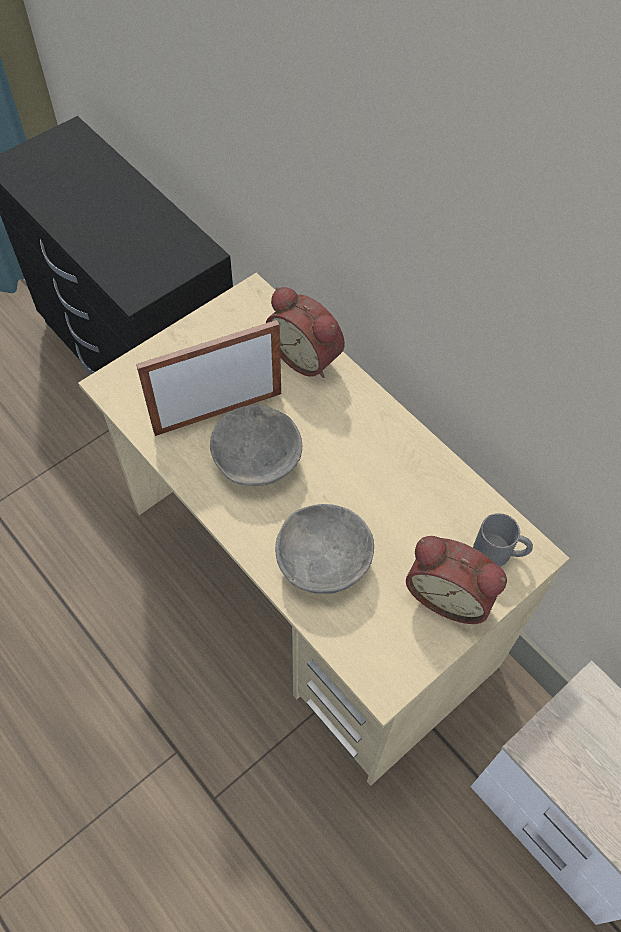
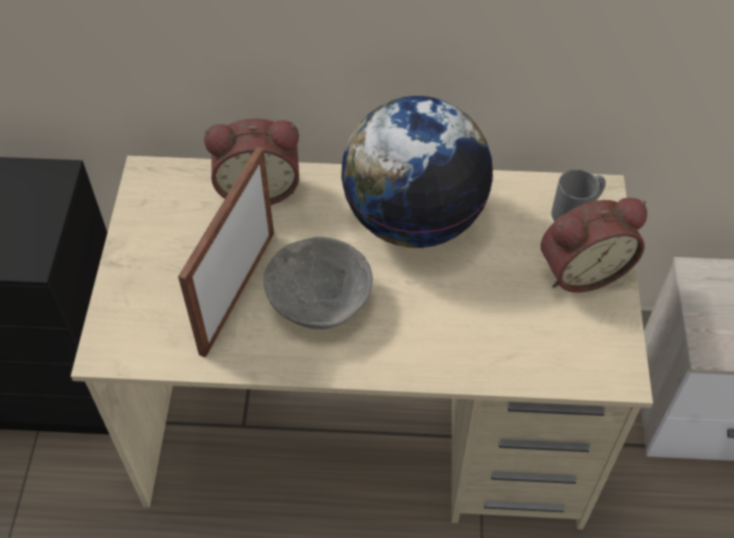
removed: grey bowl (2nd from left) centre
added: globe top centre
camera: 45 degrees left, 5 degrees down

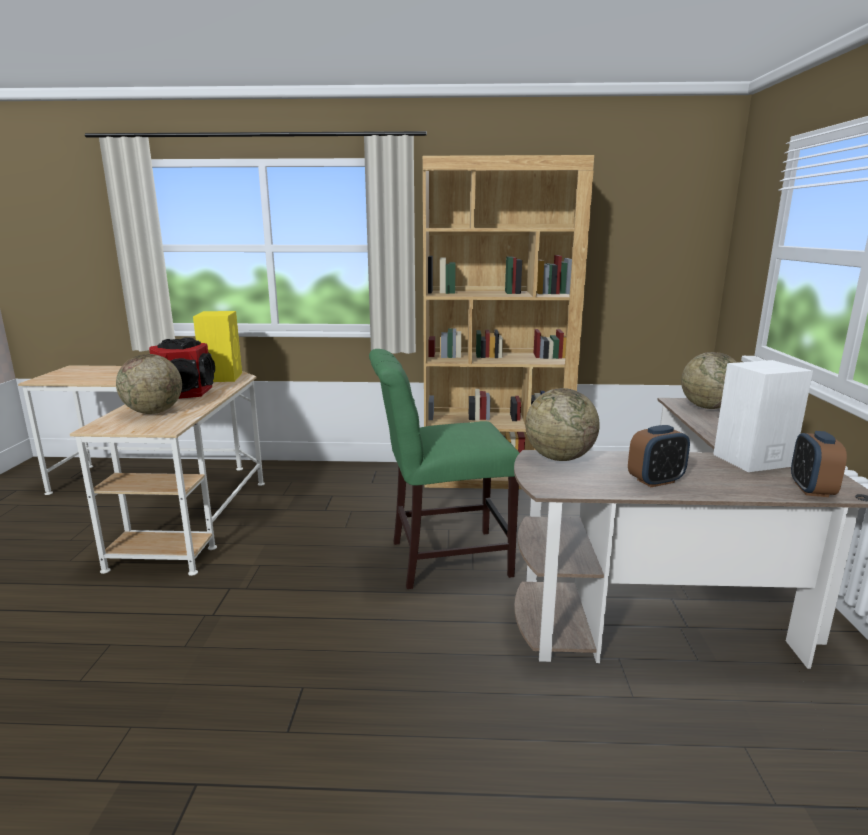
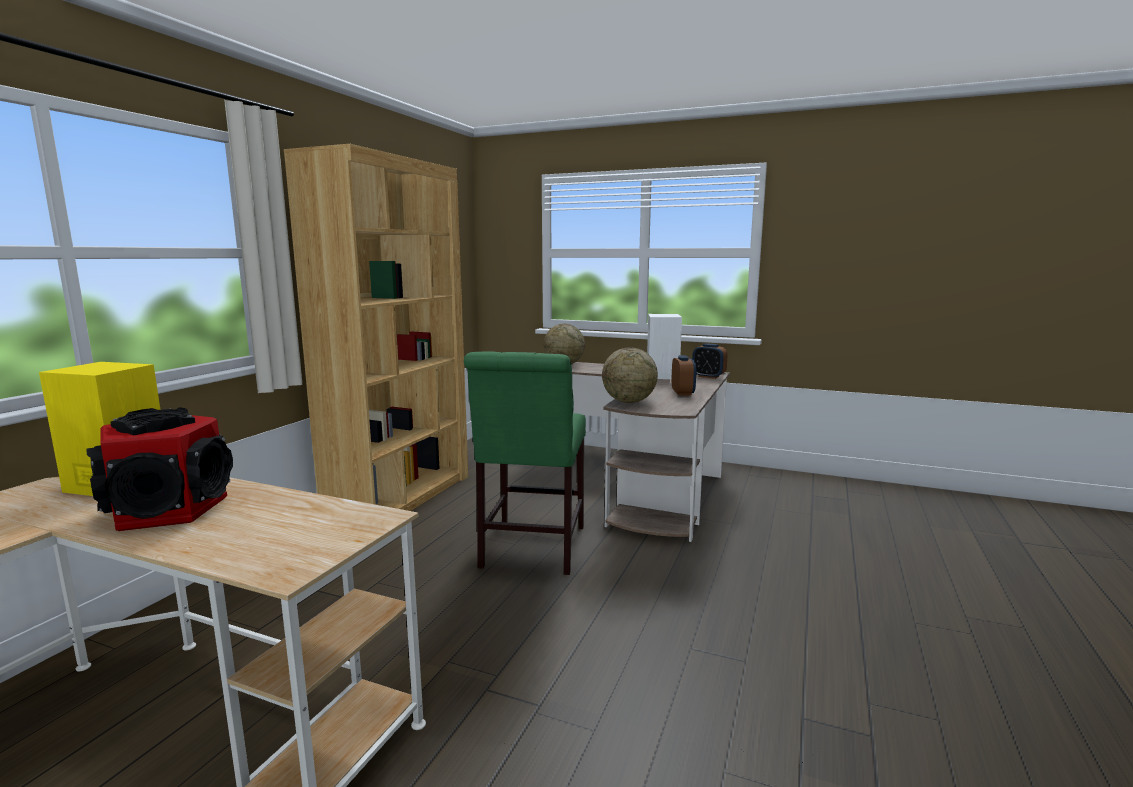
removed: globe (1st from left) middle left
camera: 70 degrees left, 5 degrees down

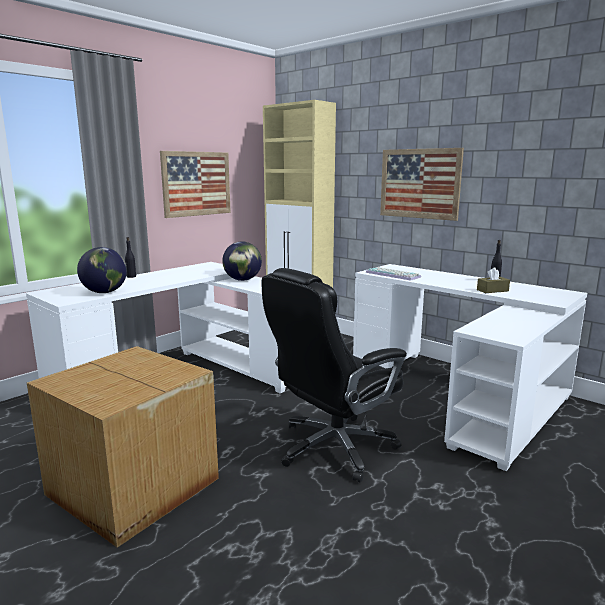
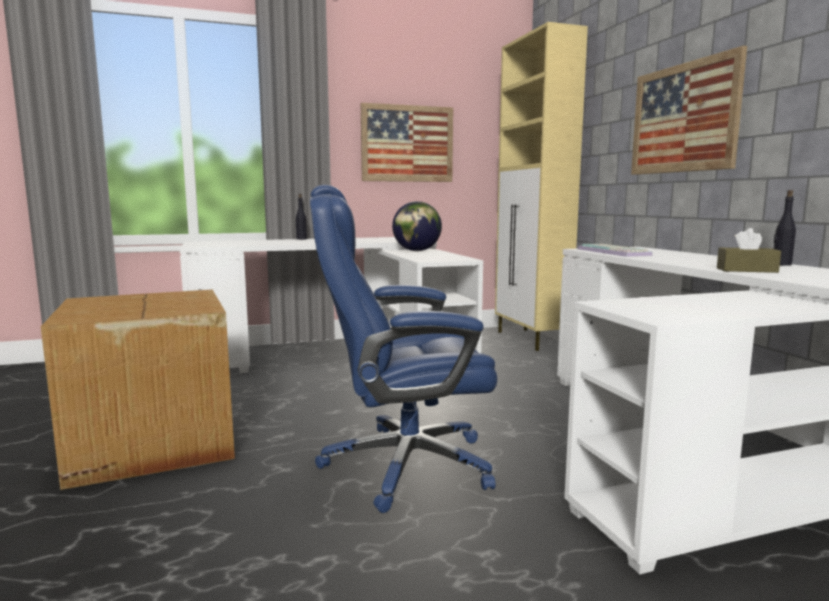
removed: globe (1st from left) middle left
recoloured: black office chair centre to blue office chair centre
camera: 30 degrees right, 5 degrees down

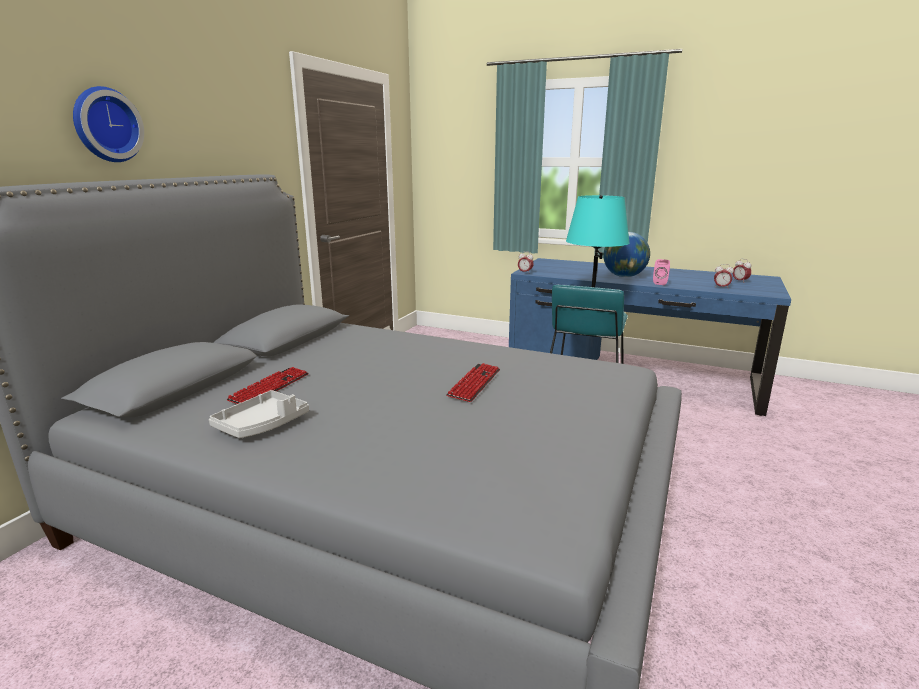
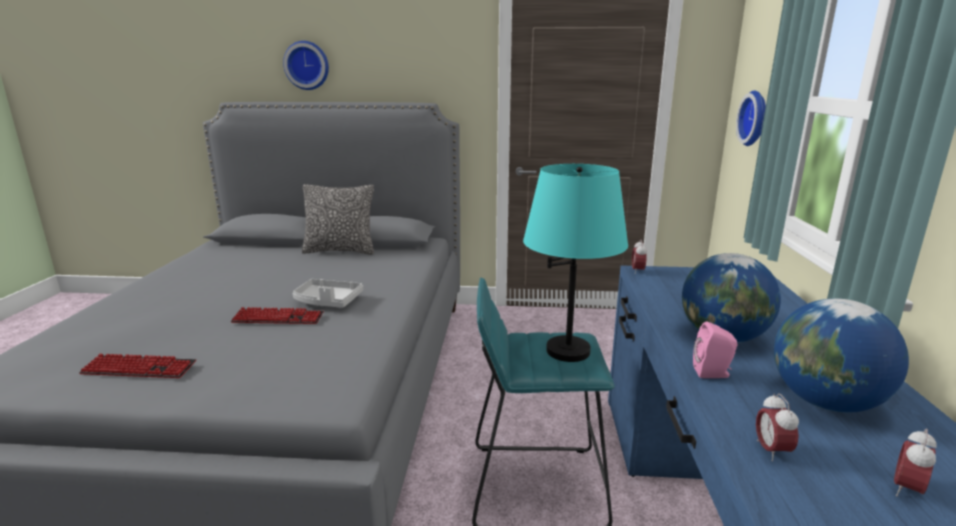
added: wall clock (2nd from left) top right; pillow centre; globe (2nd from left) bottom right
moved: keyboard (1st from left) middle left to bottom left; grey tray middle left to centre
camera: 70 degrees right, 0 degrees up

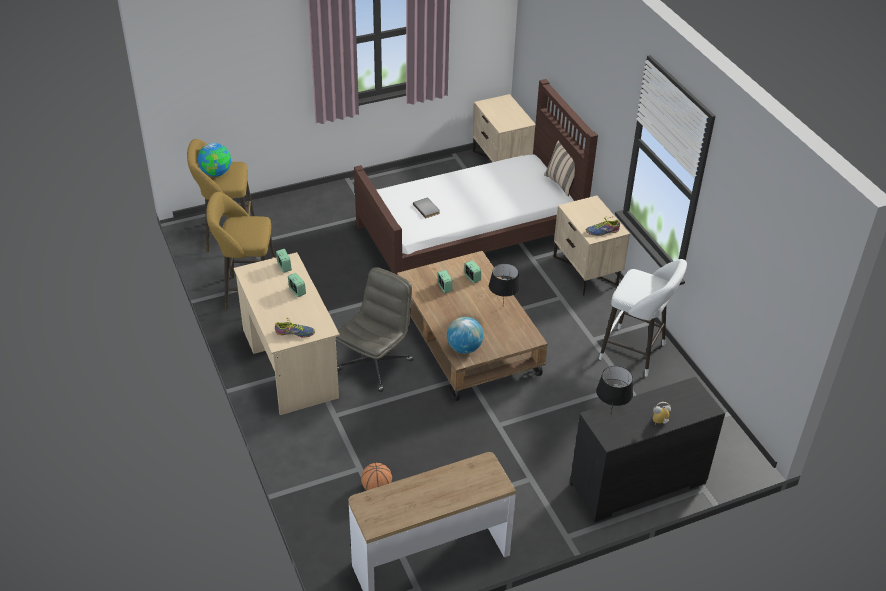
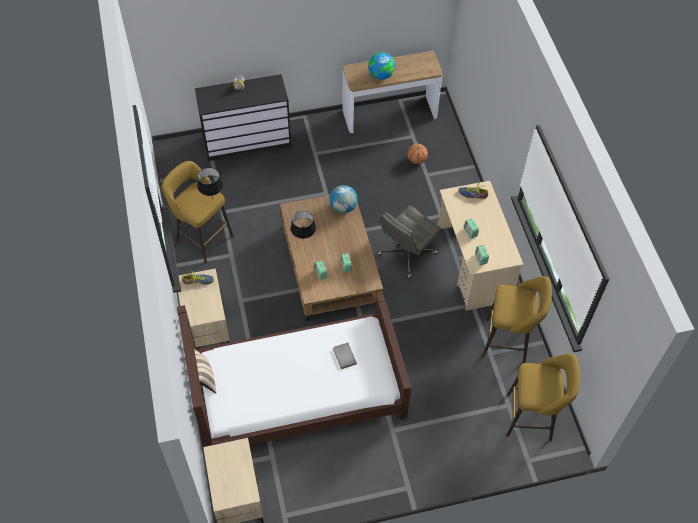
moved: globe (1st from left in the first image) top left to globe (2nd from left) top centre; black table lamp (2nd from left in the first image) middle right to black table lamp (1st from left) middle left
recoloured: white stool middle right to yellow stool (1st from left) middle left
camera: 170 degrees left, 15 degrees up

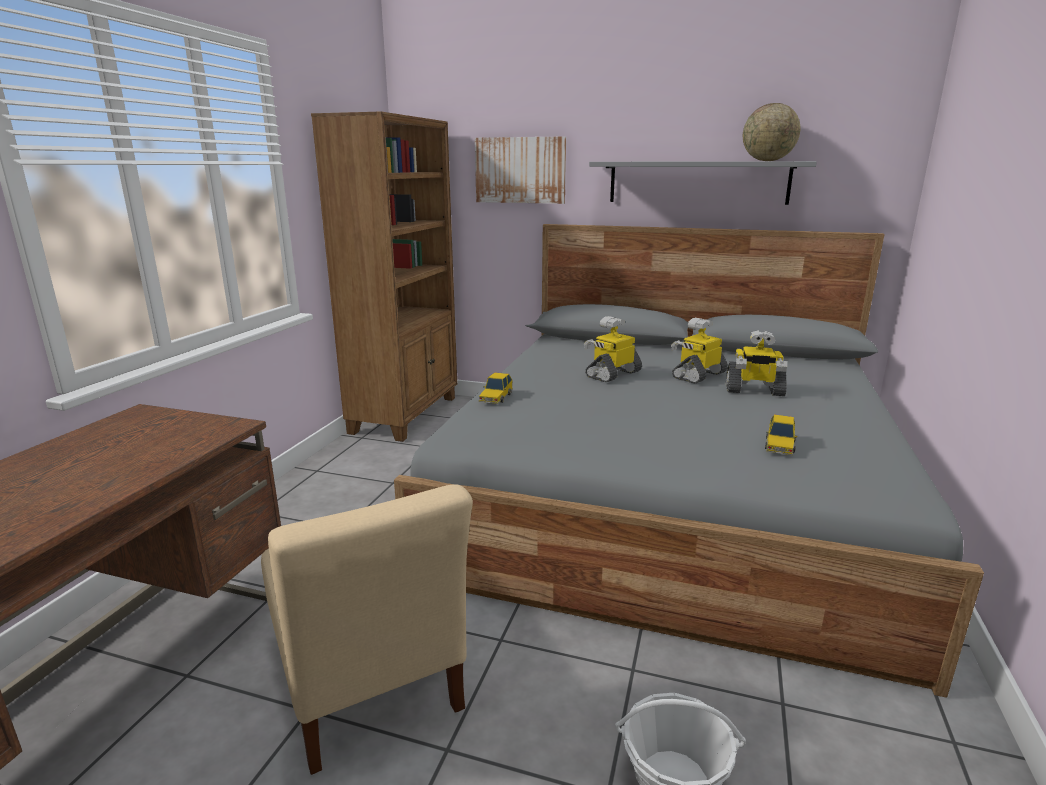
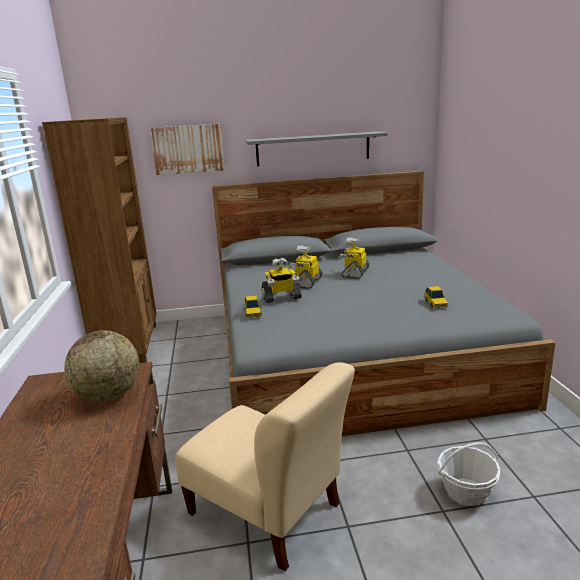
moved: globe top right to middle left; toy robot (3rd from left in the first image) middle right to toy robot (1st from left) centre
camera: 25 degrees left, 0 degrees up

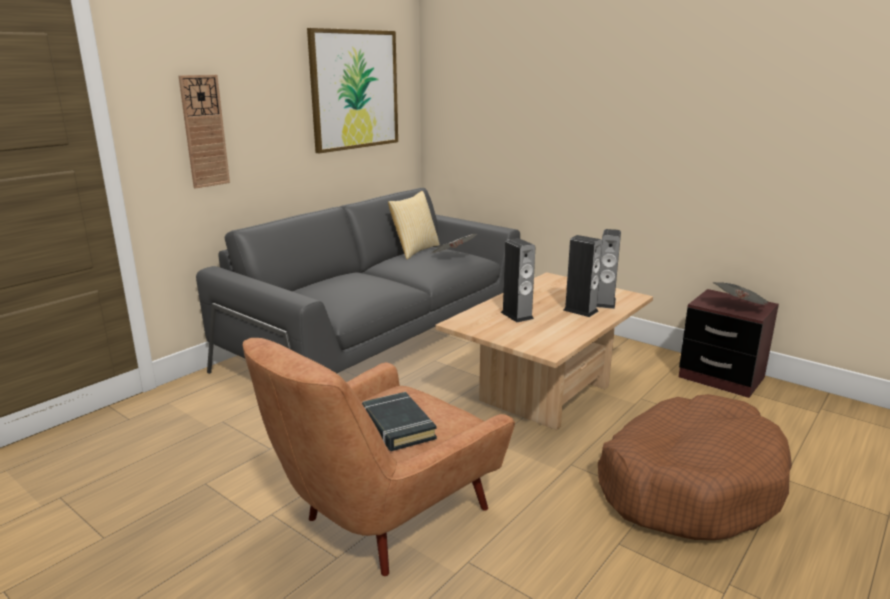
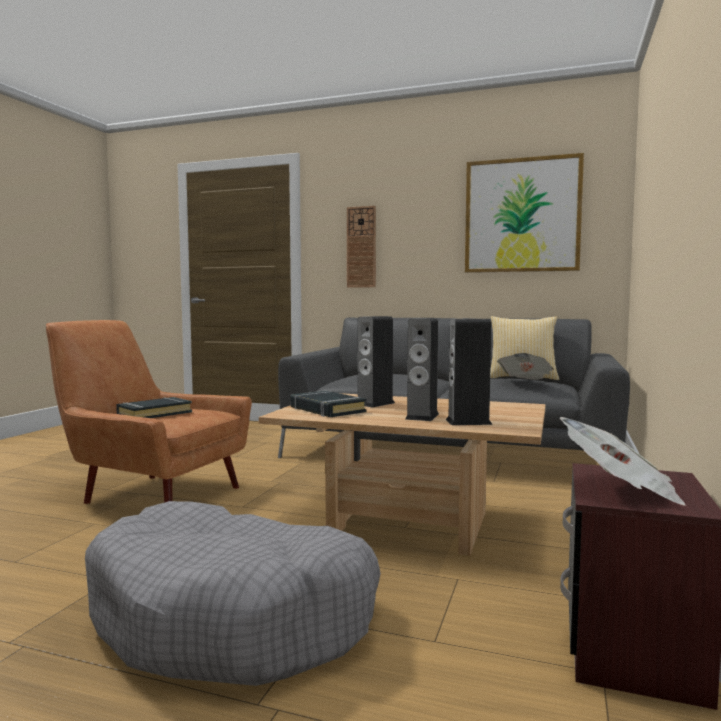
added: black book (2nd from left) centre
recoloured: brown dog bed bottom right to grey dog bed bottom left
camera: 70 degrees right, 15 degrees down

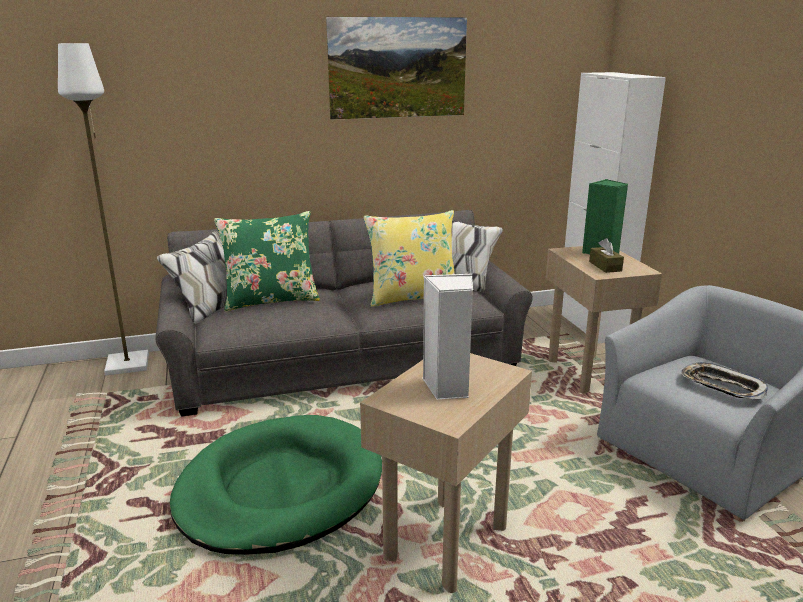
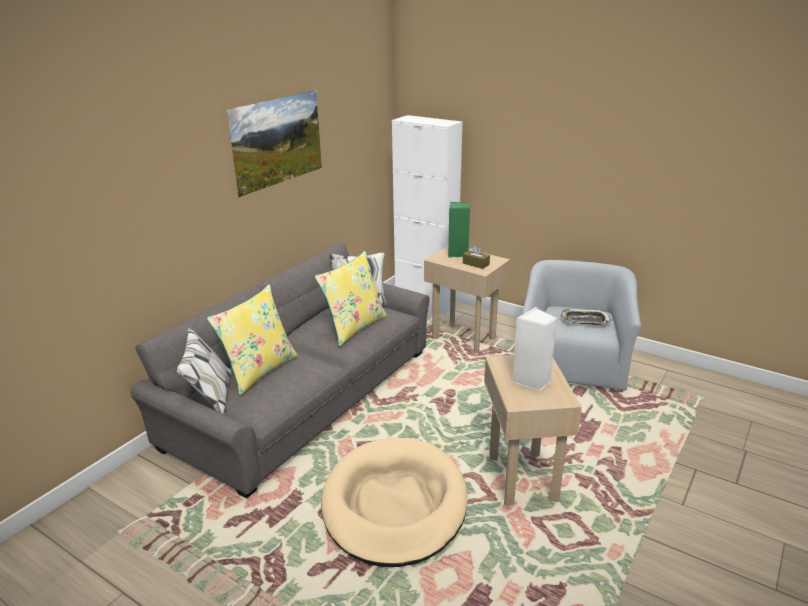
removed: white floor lamp middle left
recoloured: green pillow middle left to yellow pillow (1st from left) middle left; green dog bed bottom centre to beige dog bed bottom centre
camera: 40 degrees left, 5 degrees up

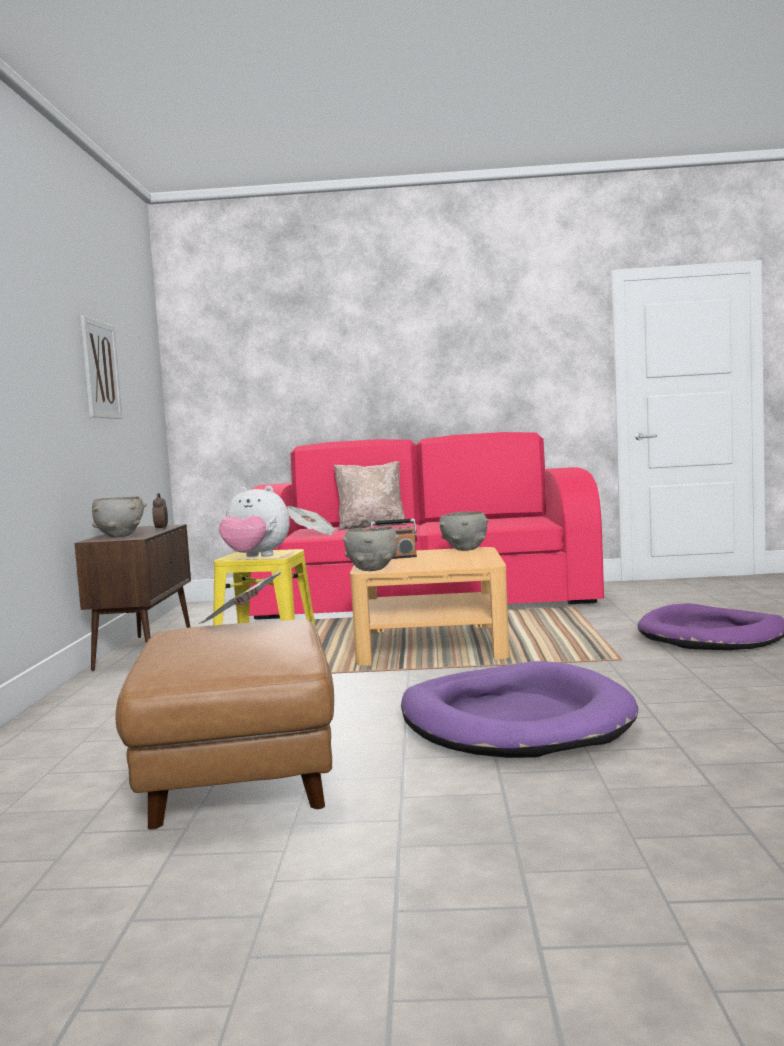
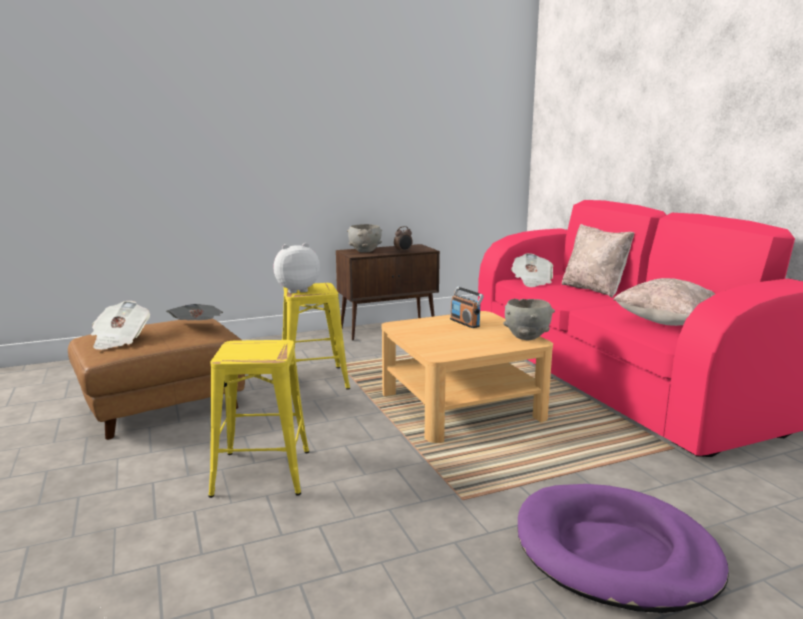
removed: picture middle left; grey bowl (2nd from left) centre
added: beige pillow (2nd from left) middle right; newspaper (1st from left) middle left
replaced: purple dog bed (1st from left) bottom centre to yellow stool (1st from left) bottom left
turned: plush toy middle left = centre 75 degrees clockwise
camera: 65 degrees right, 10 degrees up

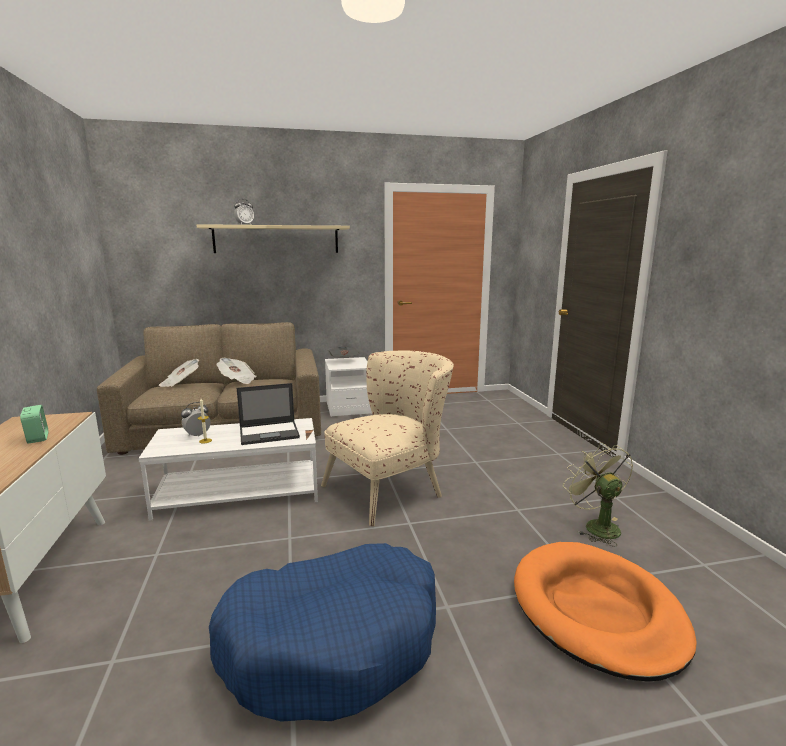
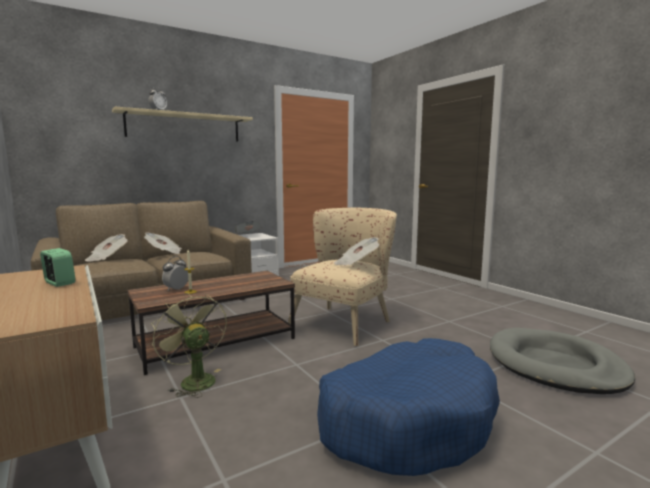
removed: laptop centre
added: newspaper (4th from left) centre
moved: green fan middle right to bottom left
recoloured: white coffee table middle left to brown coffee table middle left; orange dog bed bottom right to grey dog bed bottom right
camera: 20 degrees left, 5 degrees down

